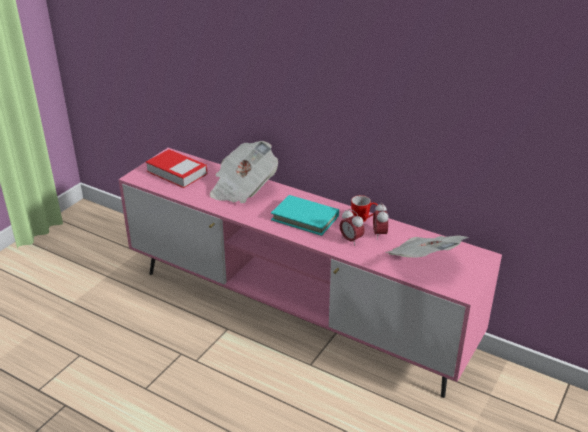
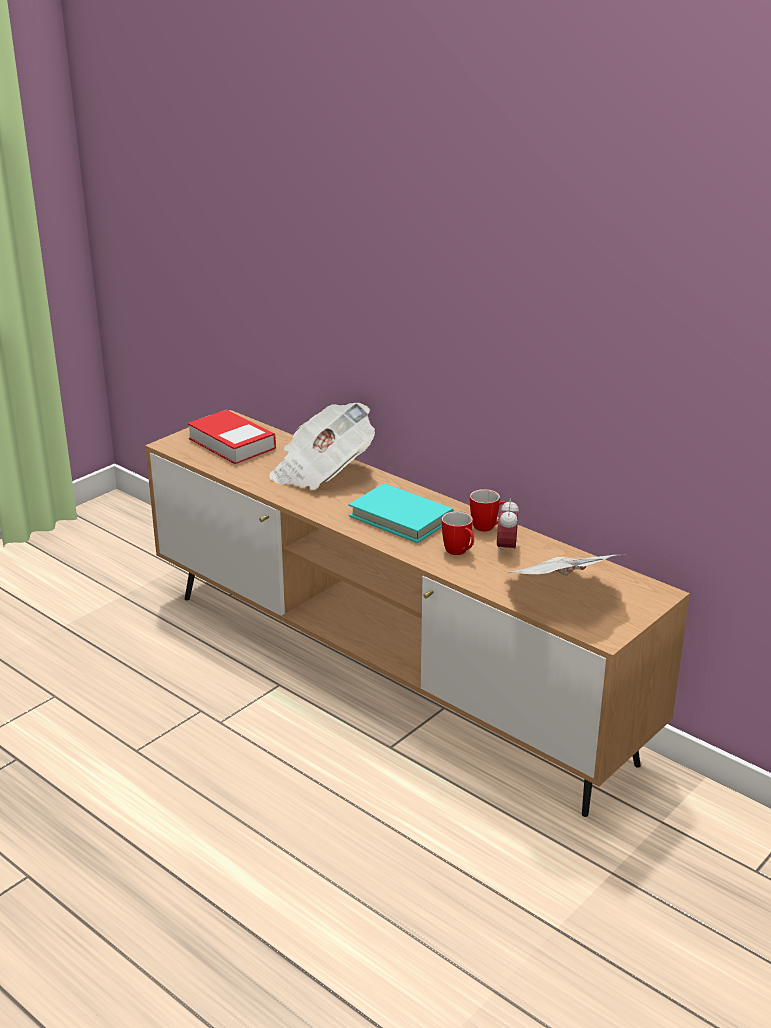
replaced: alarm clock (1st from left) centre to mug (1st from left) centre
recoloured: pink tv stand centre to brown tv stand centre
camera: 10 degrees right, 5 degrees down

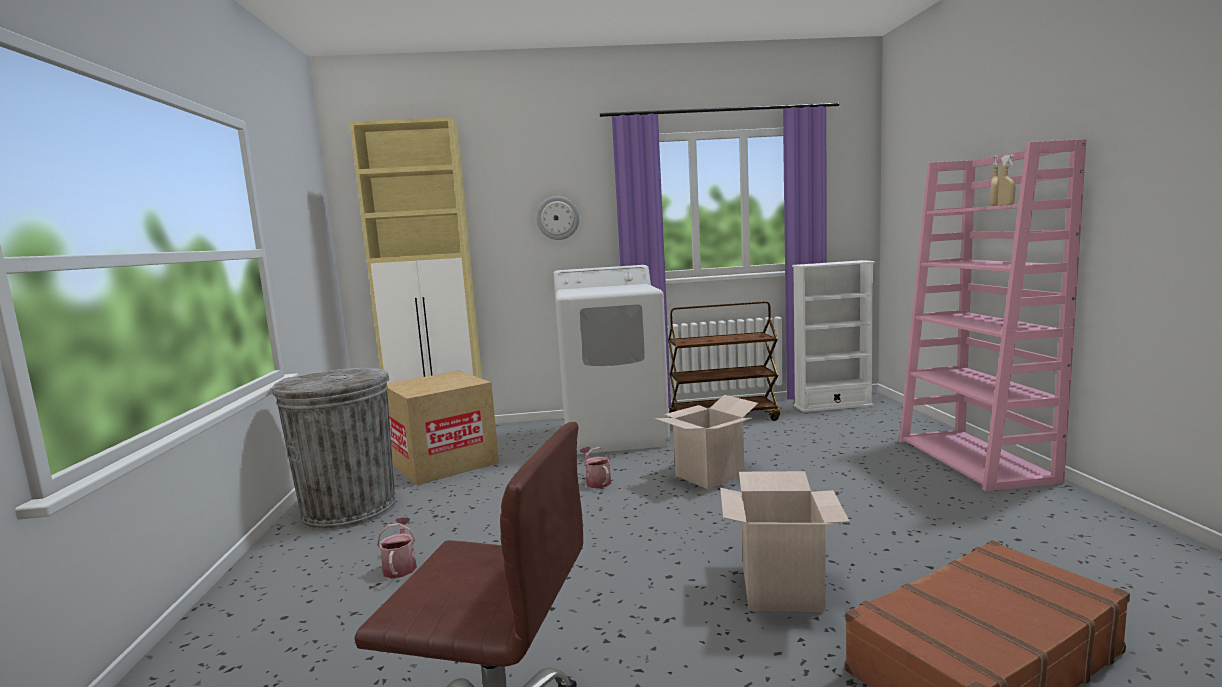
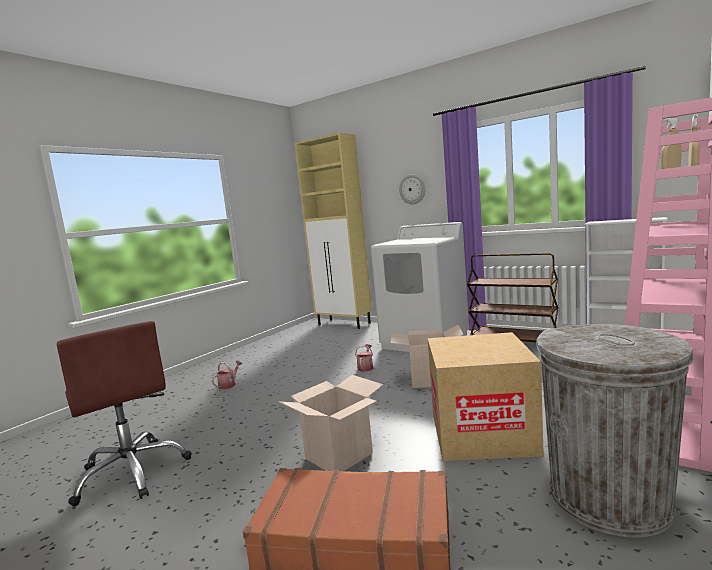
moved: grey trash can middle left to bottom right; cardboard box (1st from left in the first image) centre to cardboard box (3rd from left) bottom right
camera: 40 degrees right, 0 degrees up

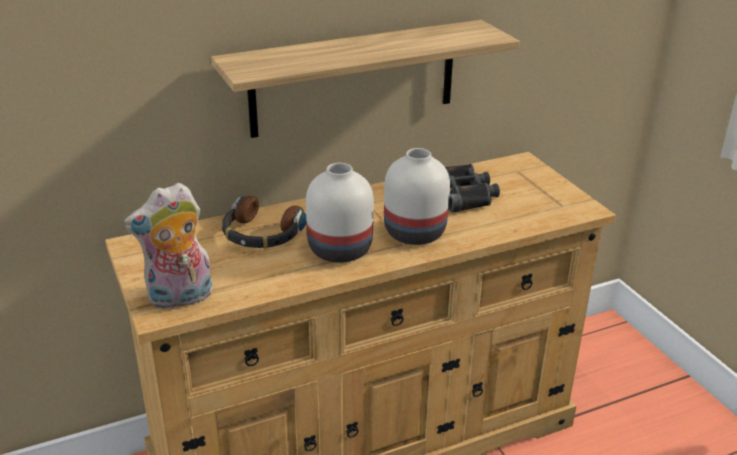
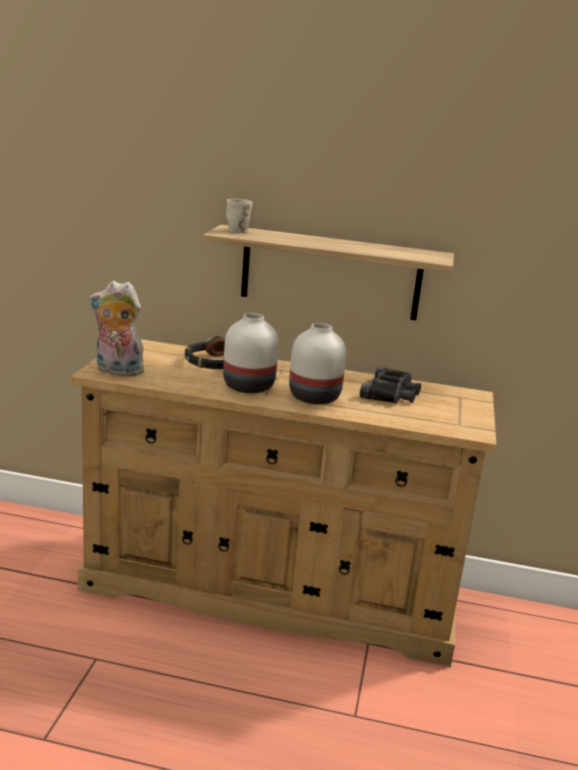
added: white mug top centre
camera: 35 degrees right, 10 degrees down

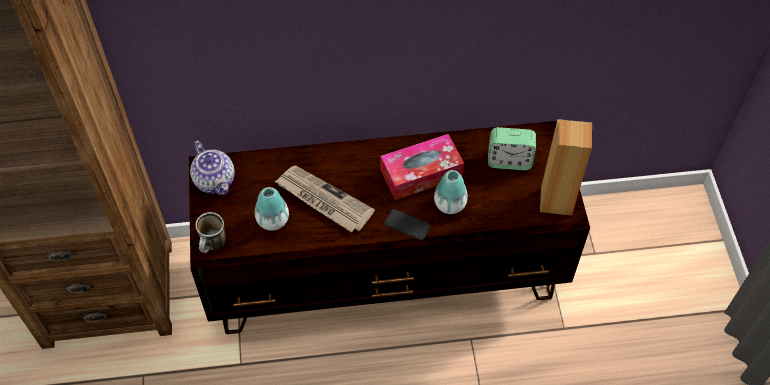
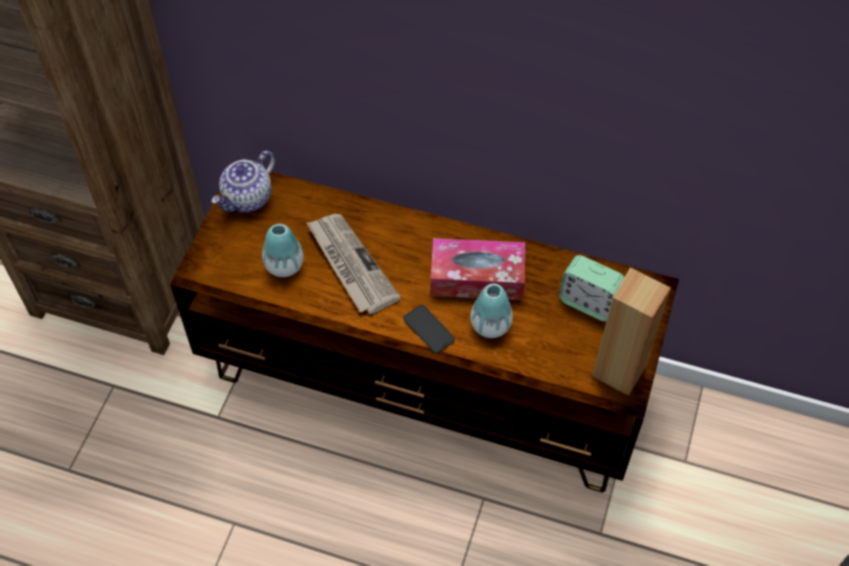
removed: mug middle left
turned: teapot middle left = top left 45 degrees clockwise
camera: 25 degrees right, 0 degrees up

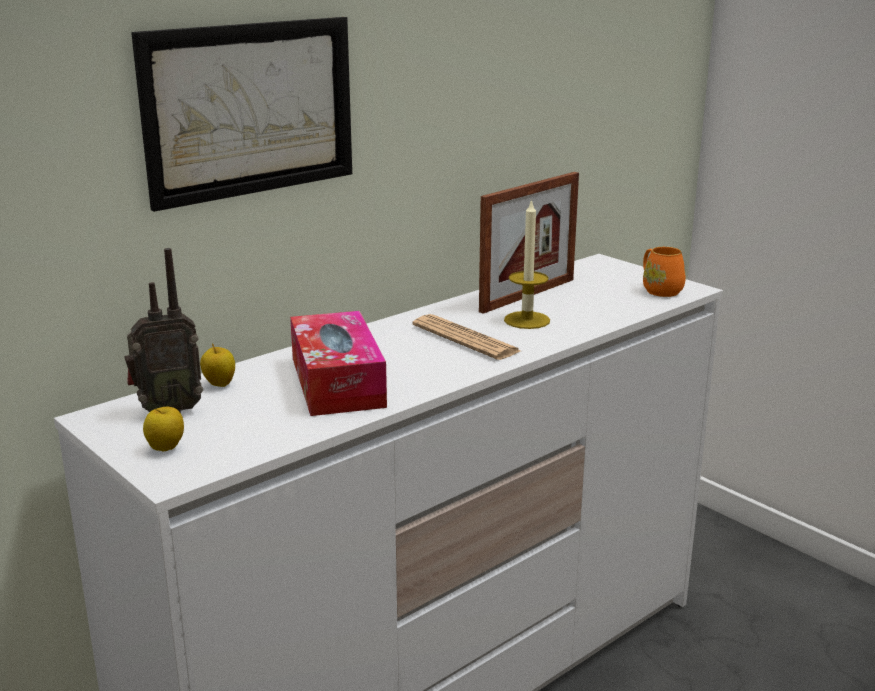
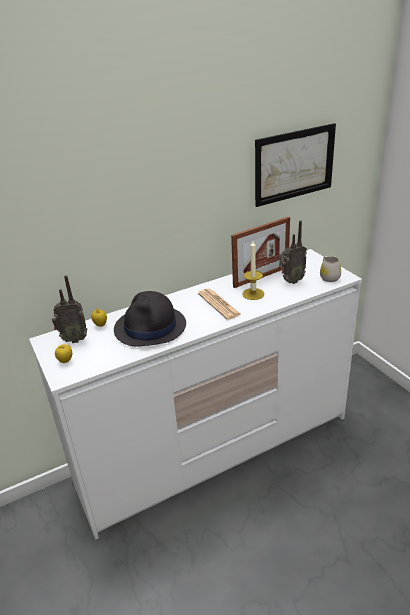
added: radio (2nd from left) middle right
moved: picture top left to top right
replaced: tissue box centre to black hat centre
recoloured: orange mug middle right to white mug middle right
camera: 15 degrees right, 10 degrees up

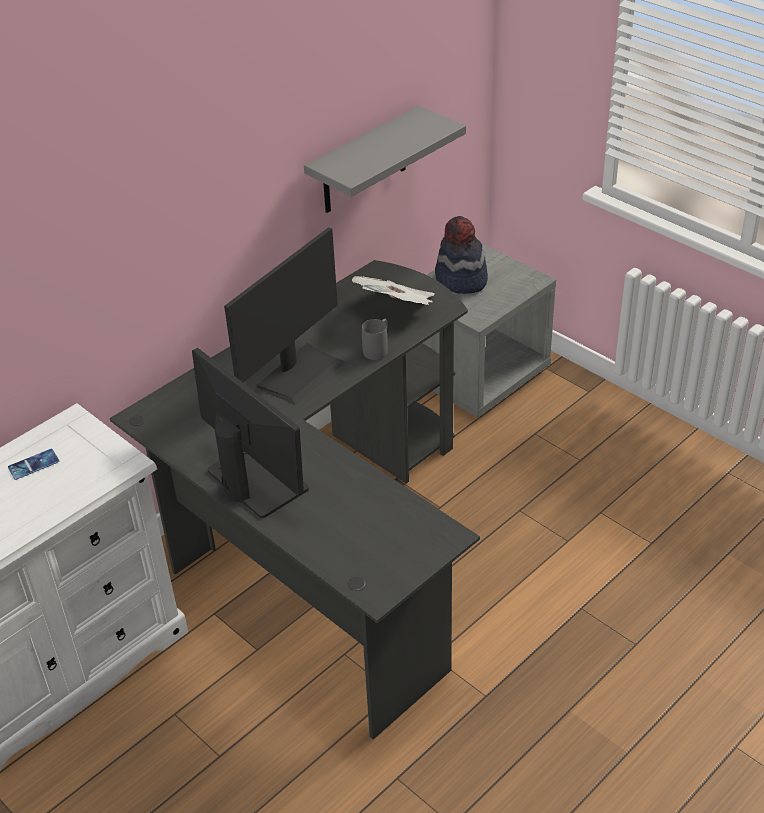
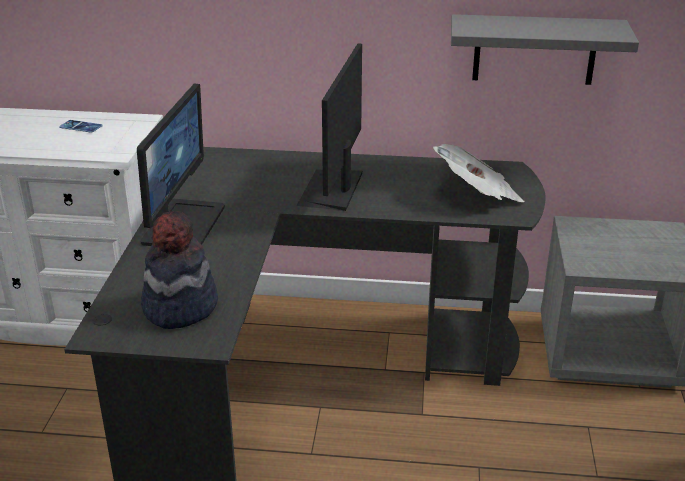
removed: grey mug centre
moved: hat top centre to middle left
turned: monitor (2nd from left) centre = top centre 105 degrees clockwise
camera: 50 degrees right, 10 degrees down

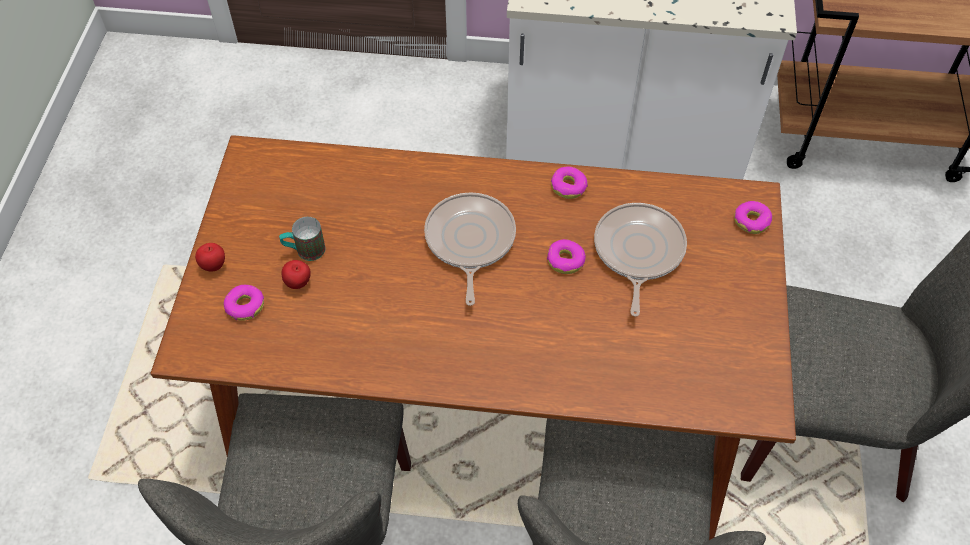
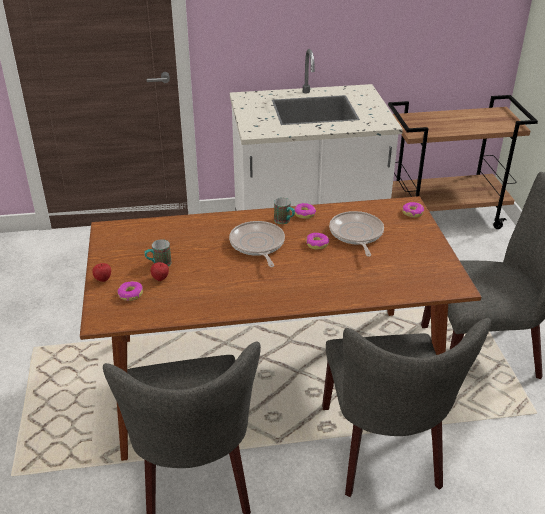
added: mug (2nd from left) centre
camera: 15 degrees left, 20 degrees down

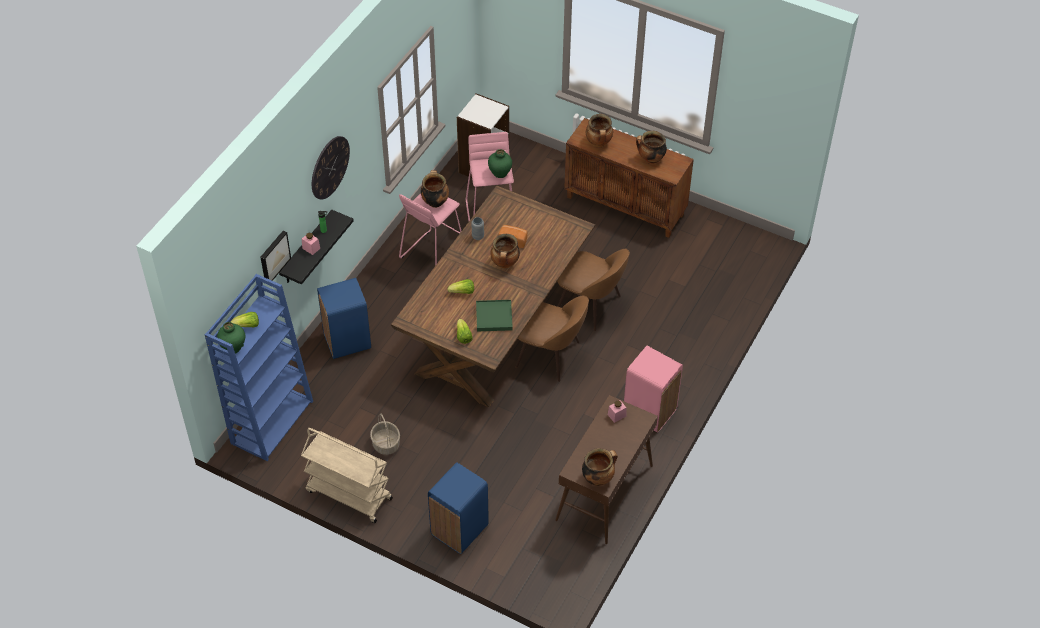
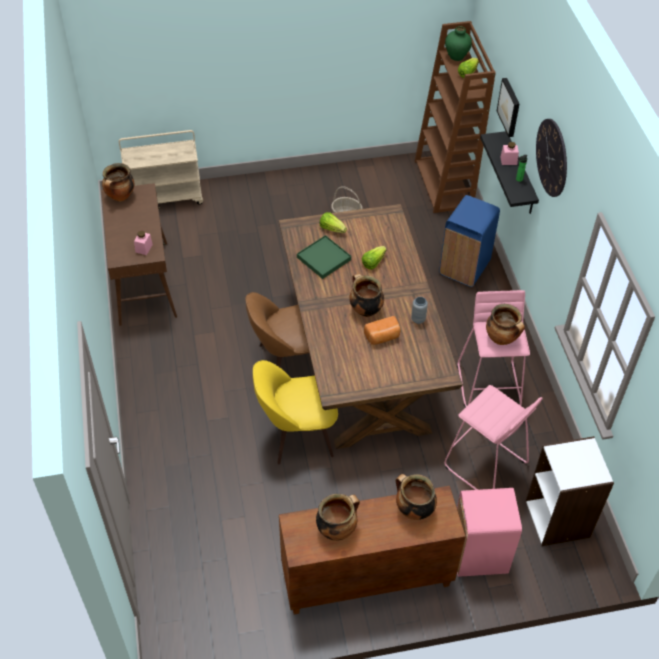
removed: green vase (2nd from left) top centre; blue trash can (2nd from left) bottom centre
moved: pink trash can centre to bottom right; beige cart bottom centre to top left
recoloured: brown chair (2nd from left) centre to yellow chair centre; blue bookcase middle left to brown bookcase top right
camera: 140 degrees right, 0 degrees up

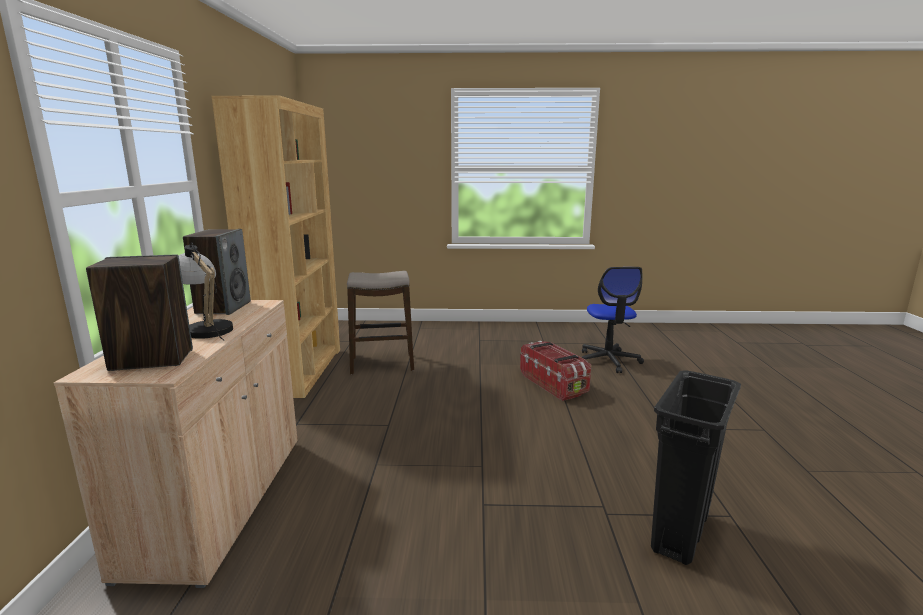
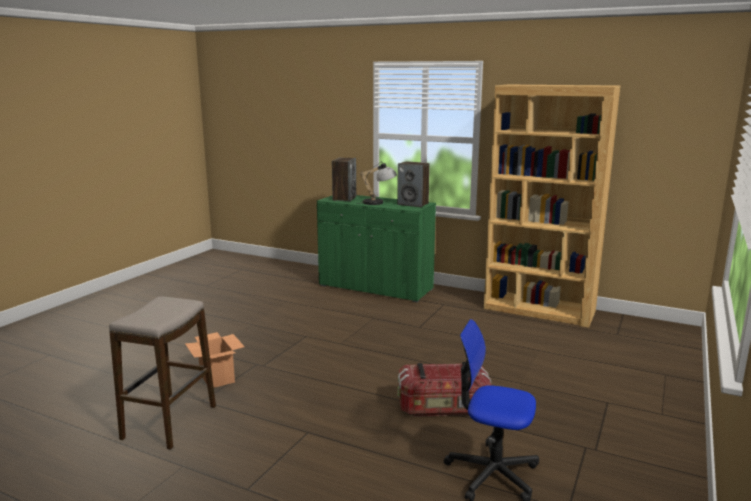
moved: stool centre to bottom left
replaced: black trash can bottom right to cardboard box bottom left
recoloured: beige cabinet bottom left to green cabinet centre
camera: 115 degrees right, 0 degrees up

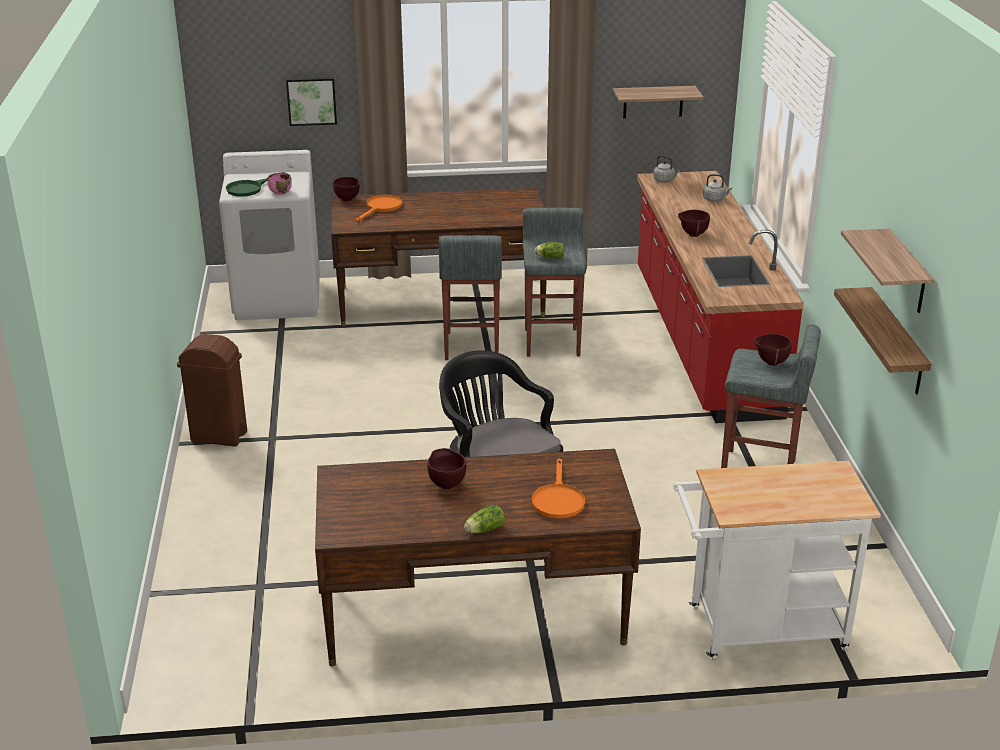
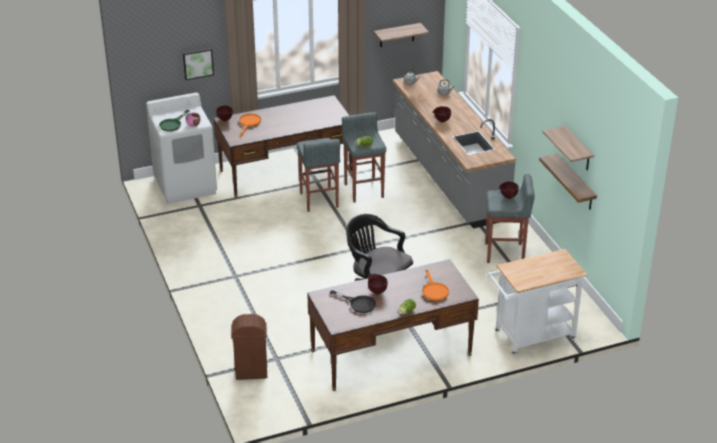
added: black frying pan bottom centre
moved: brown trash can middle left to bottom centre
recoloured: red counter middle right to grey counter centre
camera: 15 degrees left, 5 degrees up

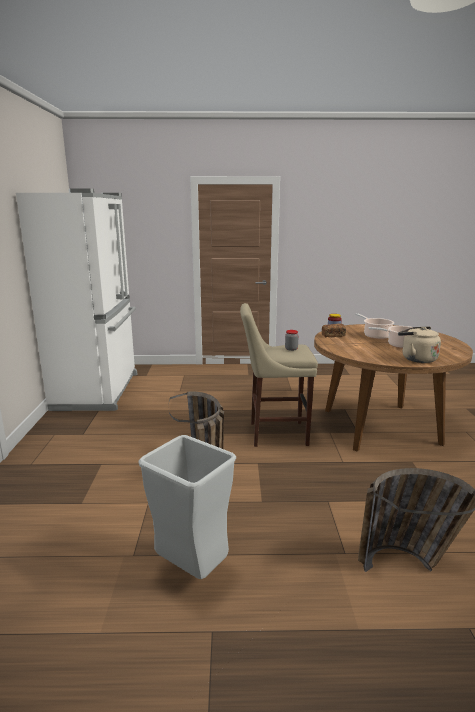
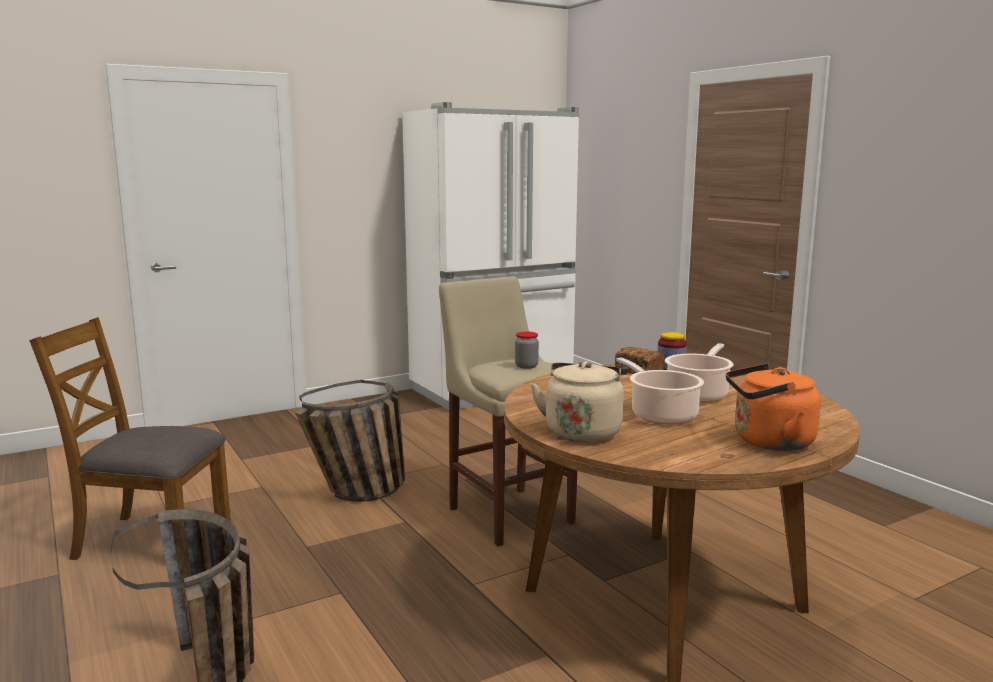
added: orange kettle middle right
replaced: grey trash can bottom centre to brown chair middle left
camera: 60 degrees right, 5 degrees down

